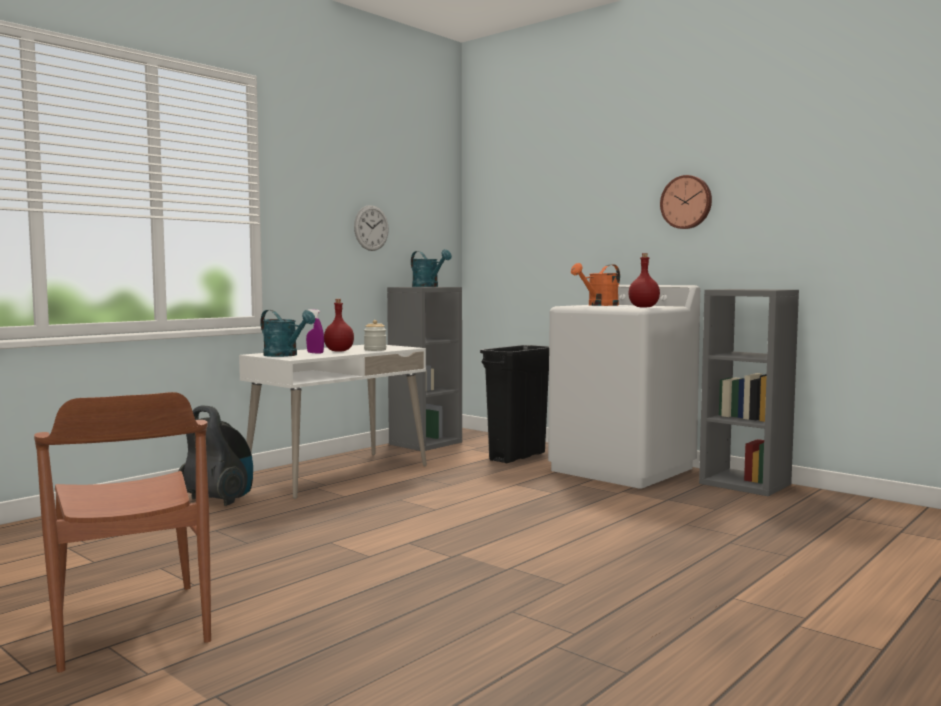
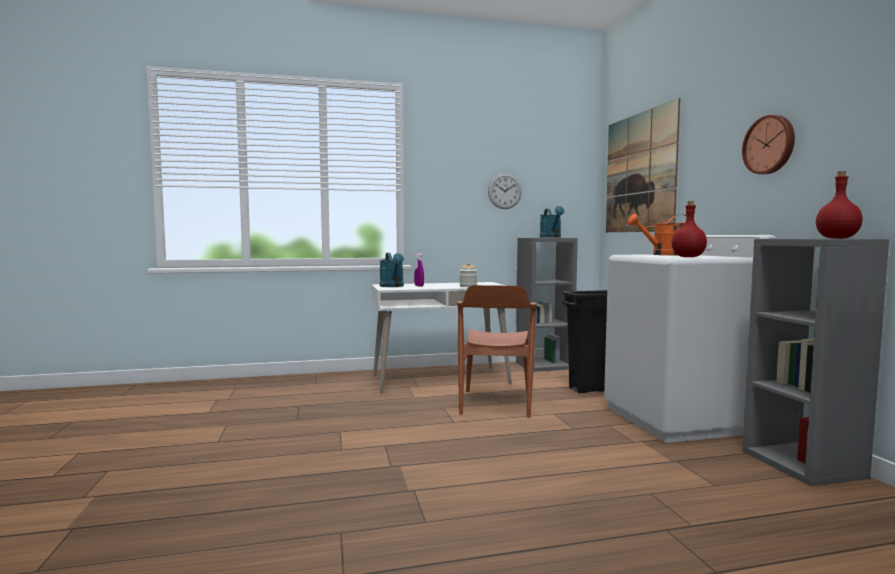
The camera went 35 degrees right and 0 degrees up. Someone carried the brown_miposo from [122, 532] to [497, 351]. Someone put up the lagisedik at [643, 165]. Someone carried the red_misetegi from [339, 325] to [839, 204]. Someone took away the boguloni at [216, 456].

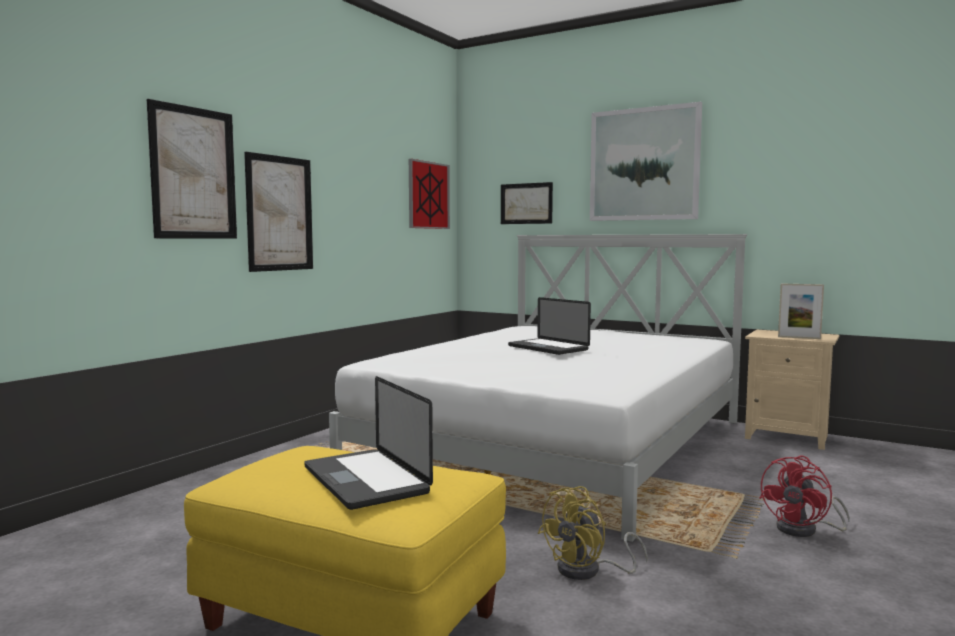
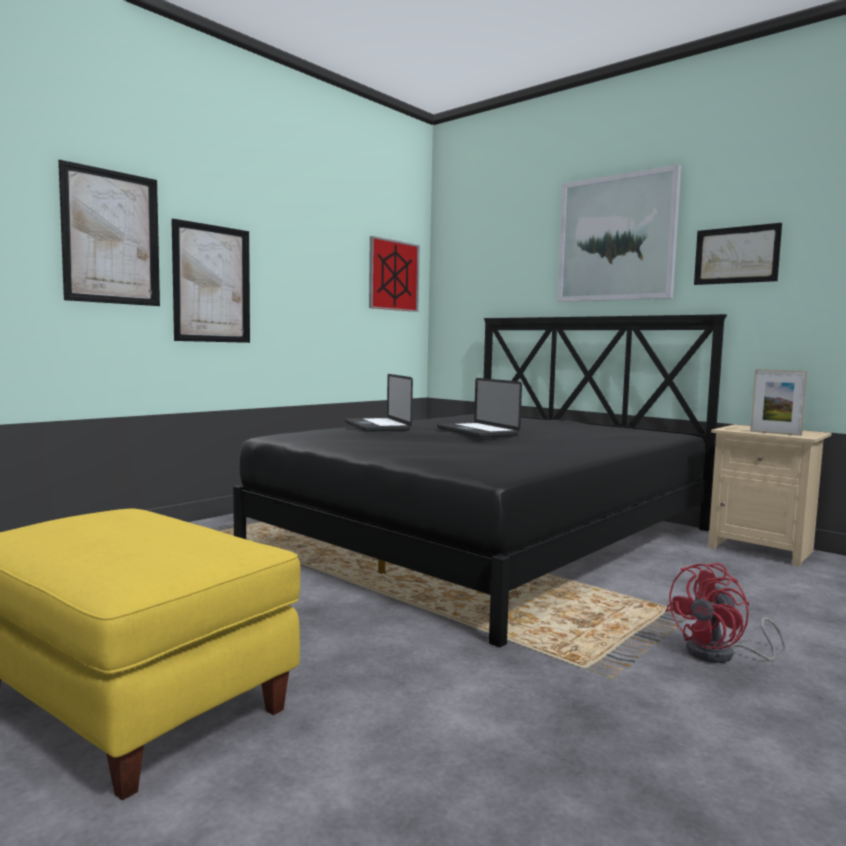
The camera went 10 degrees right and 0 degrees up. Someone repainted the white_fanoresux at [538, 388], which became the black_fanoresux at [480, 481]. Someone carried the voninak from [368, 443] to [379, 403]. Someone carried the lagisedik from [527, 203] to [738, 254]. Someone took away the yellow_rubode at [593, 533].

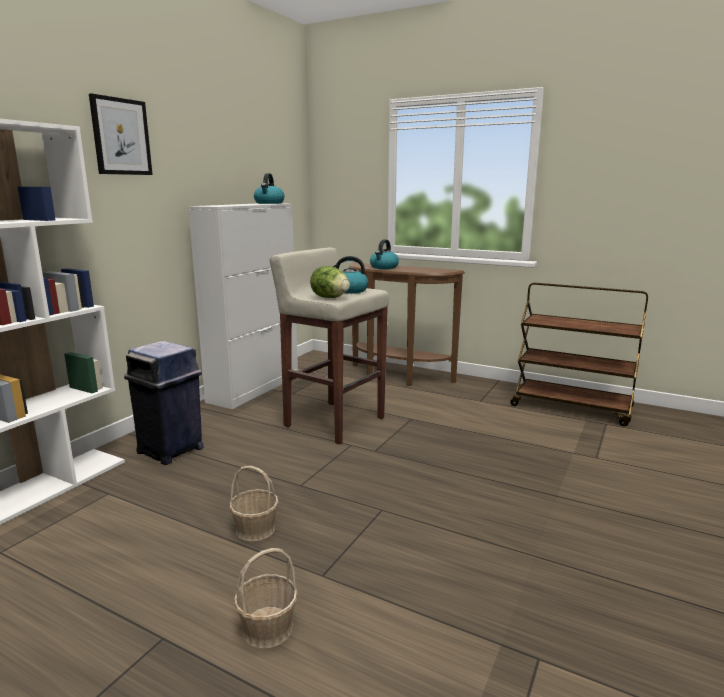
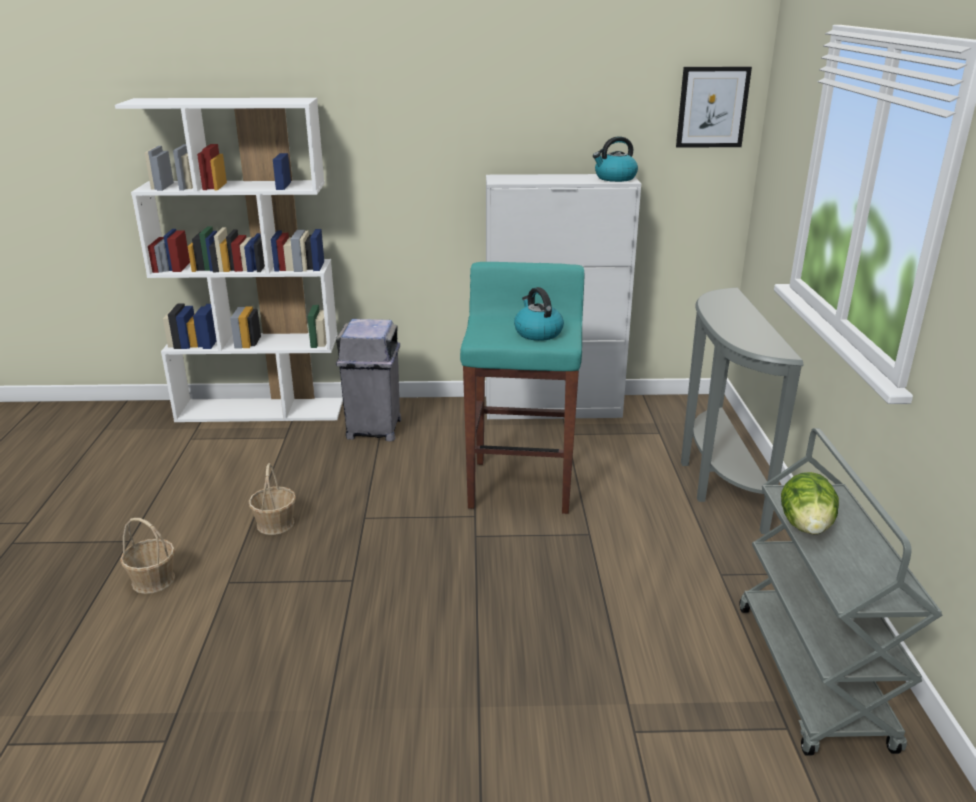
The camera went 60 degrees right and 10 degrees up. Someone repainted the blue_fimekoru at [164, 403], which became the grey_fimekoru at [368, 380]. Someone repainted the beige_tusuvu at [329, 346], which became the turquoise_tusuvu at [522, 388]. Someone carried the lagisedik from [121, 134] to [714, 107]. Someone repainted the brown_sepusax at [407, 324], which became the grey_sepusax at [742, 411]. Someone repainted the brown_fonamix at [579, 354], which became the grey_fonamix at [841, 592]. Someone carried the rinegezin from [330, 282] to [810, 503]. Someone took away the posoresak at [384, 254].

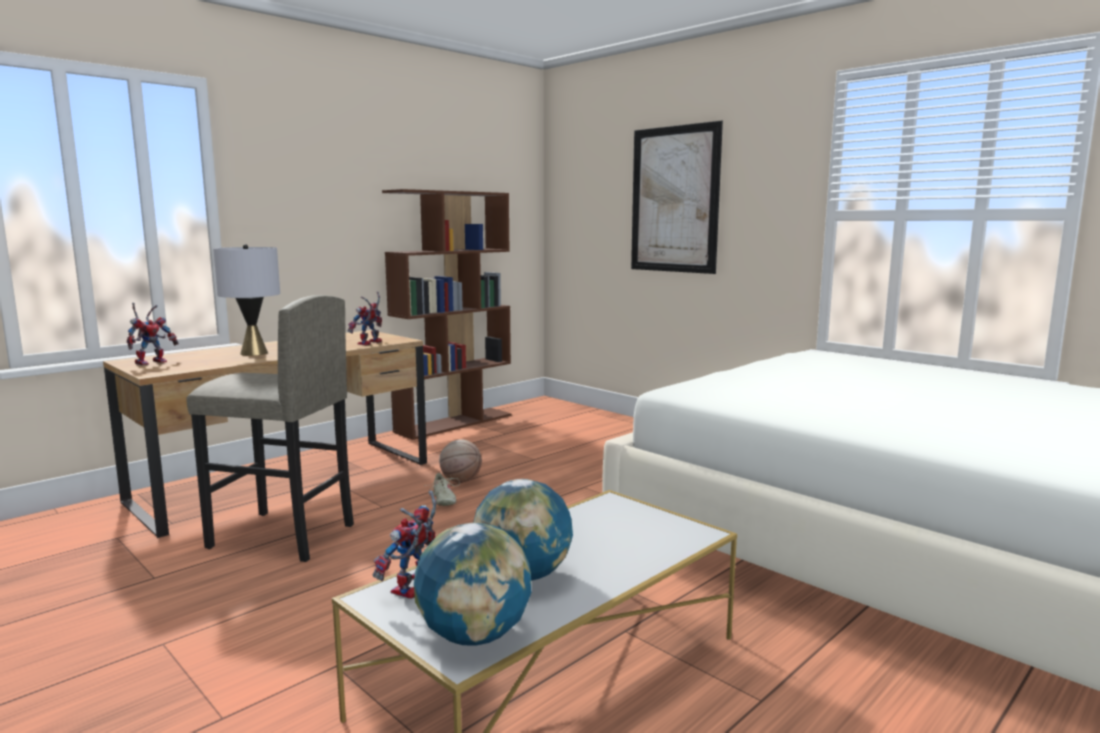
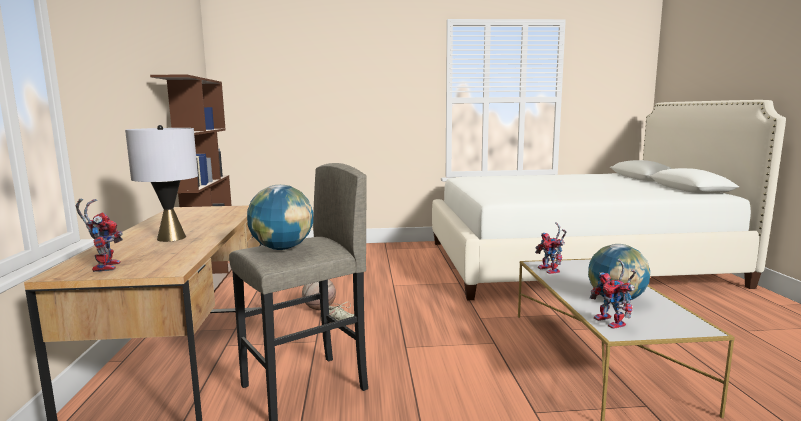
The camera went 50 degrees left and 0 degrees up. Someone carried the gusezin from [472, 584] to [280, 217]. Someone carried the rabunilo from [365, 318] to [550, 248]. Someone took away the lagisedik at [677, 197].

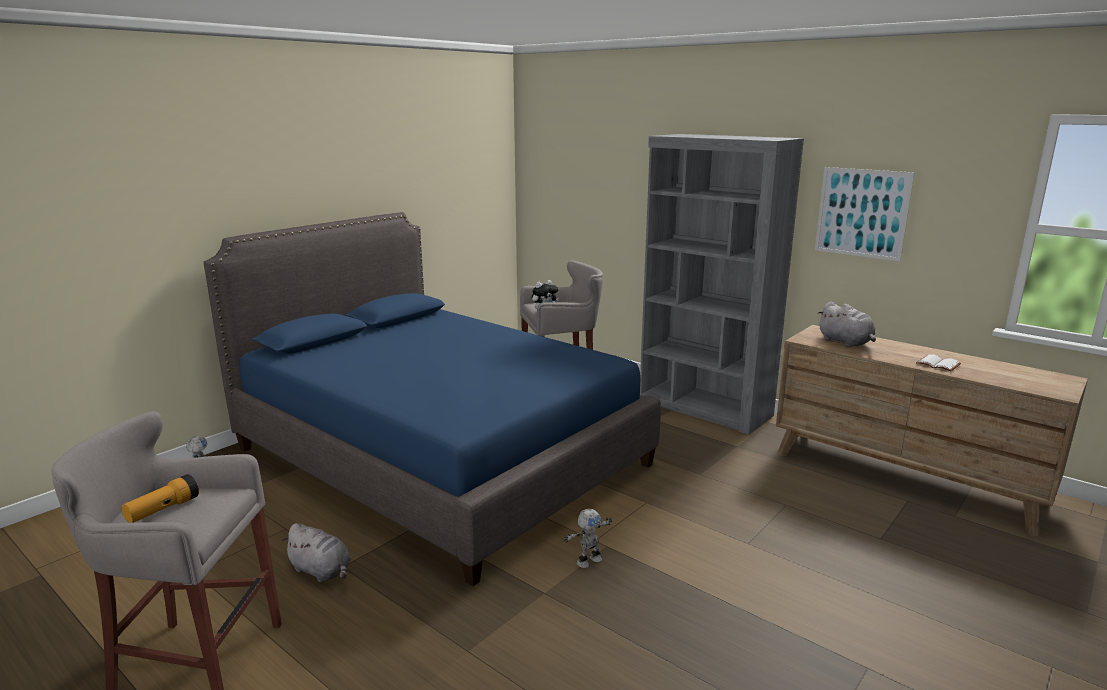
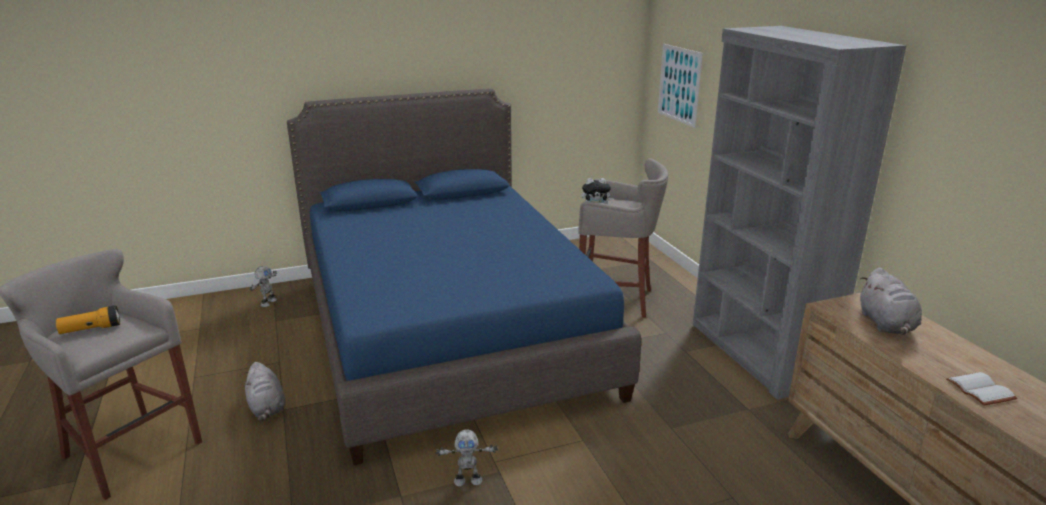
The camera went 30 degrees right and 5 degrees up. Someone carried the lagisedik from [865, 214] to [680, 86].

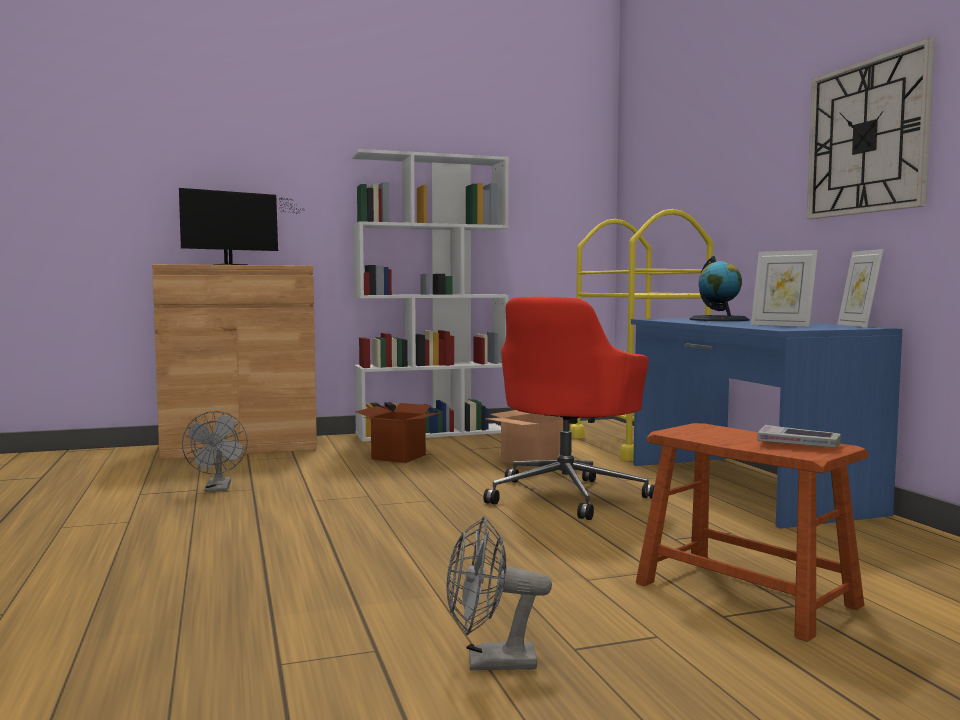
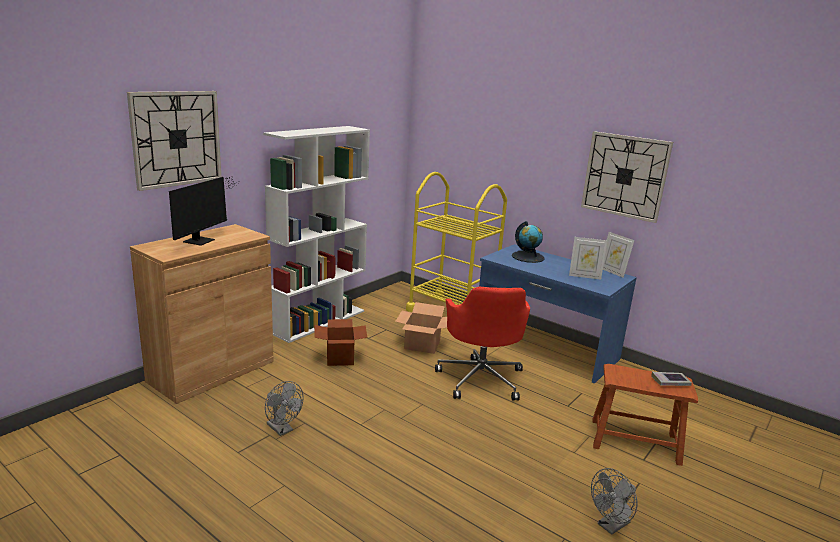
The camera went 35 degrees left and 15 degrees up. Someone put up the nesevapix at [174, 141].

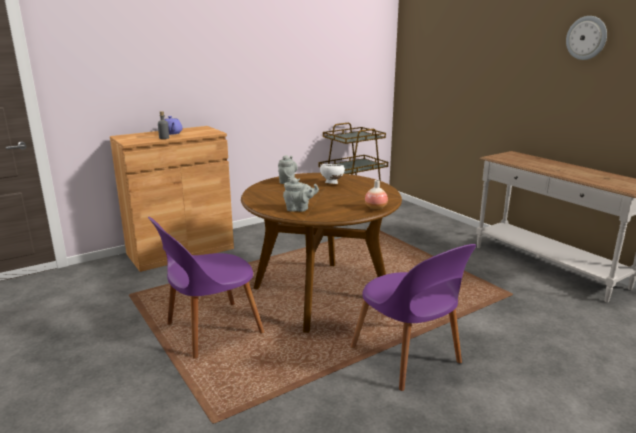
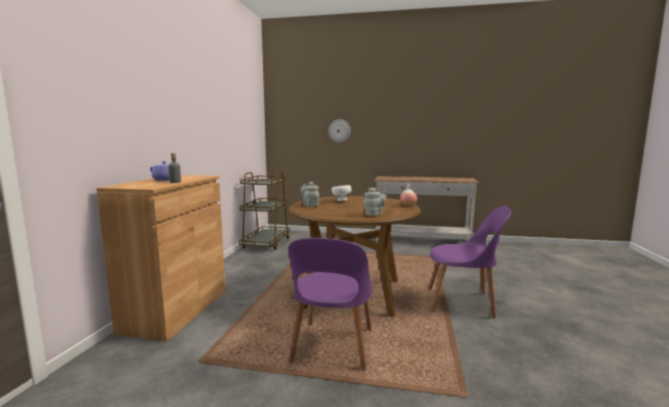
The camera went 45 degrees left and 10 degrees down. Someone carried the nesevapix from [586, 38] to [339, 131].

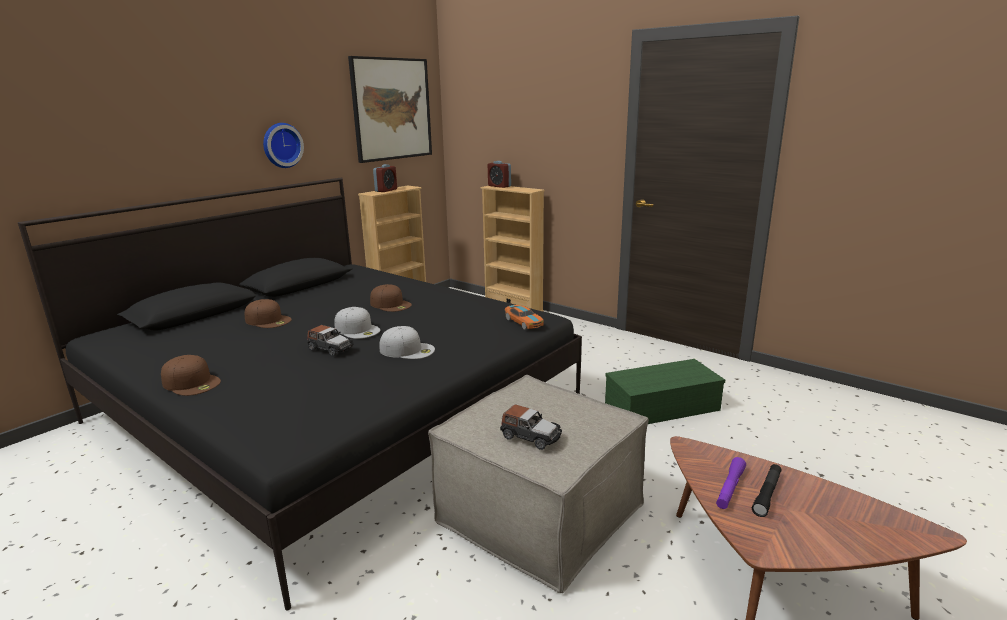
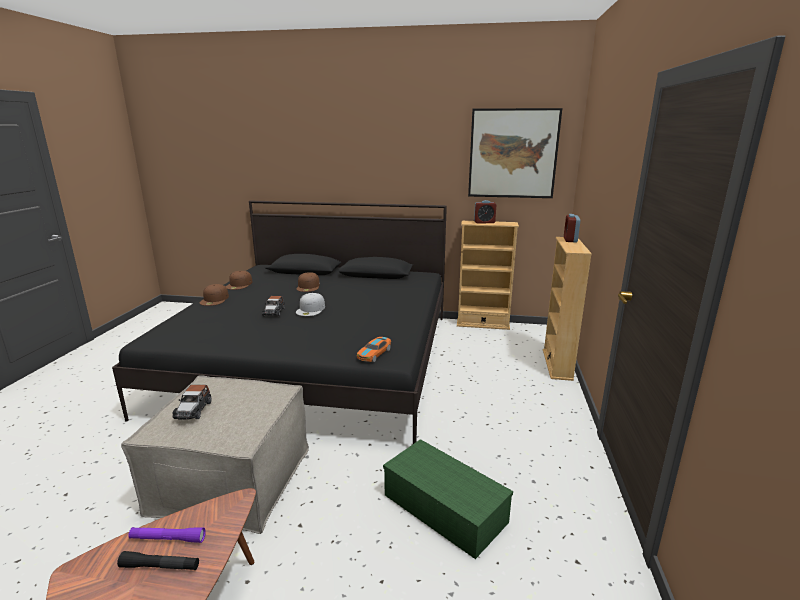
The camera went 60 degrees right and 0 degrees up. Someone carried the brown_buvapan from [391, 298] to [239, 280]. Someone took away the nesevapix at [283, 145]. Someone took away the white_buvapan at [407, 342].

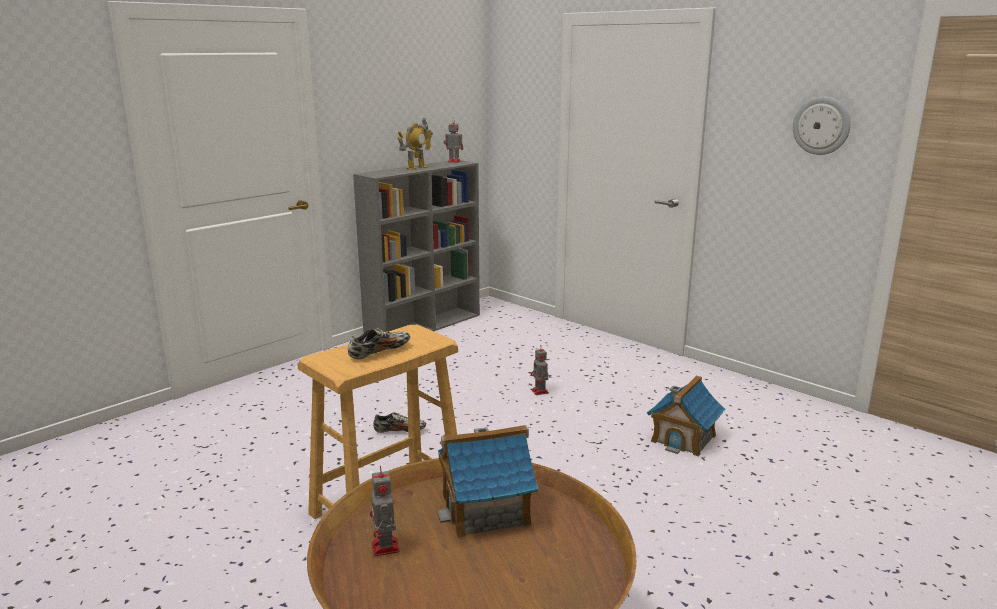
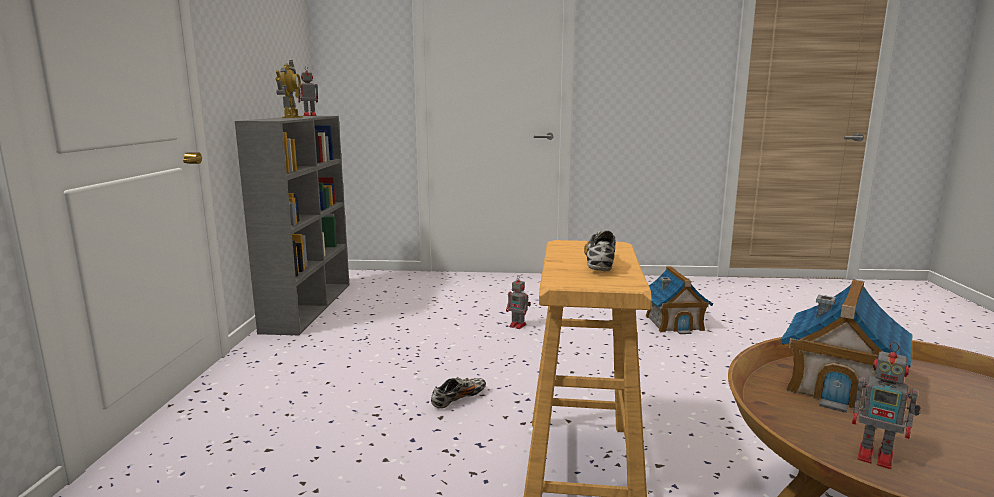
The camera went 40 degrees left and 5 degrees down. Someone took away the nesevapix at [822, 126].

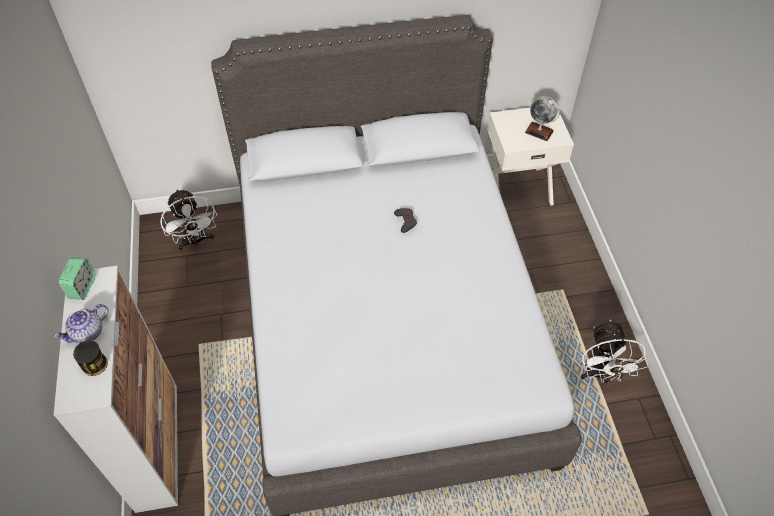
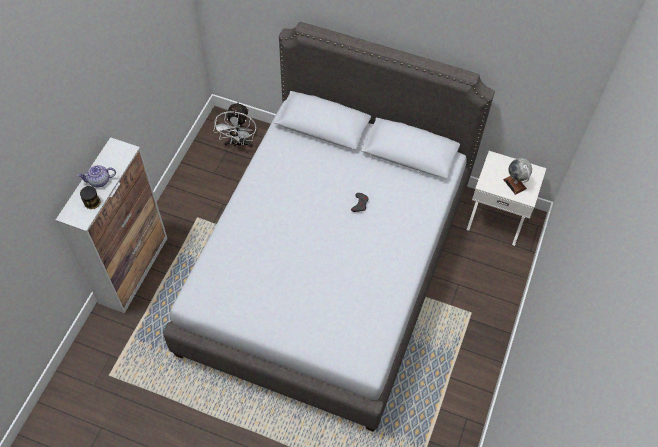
The camera went 30 degrees right and 5 degrees up. Someone took away the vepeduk at [77, 278]. Someone took away the white_rubode at [614, 351].

